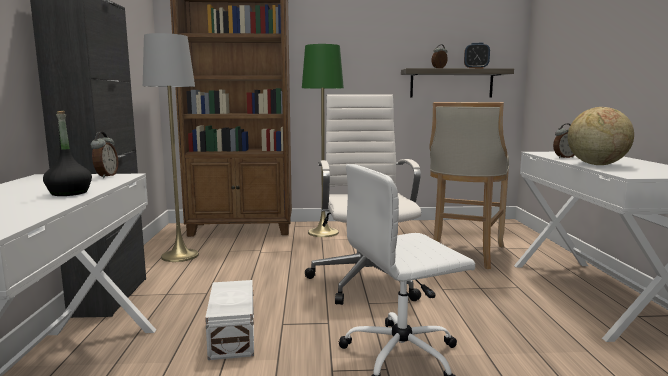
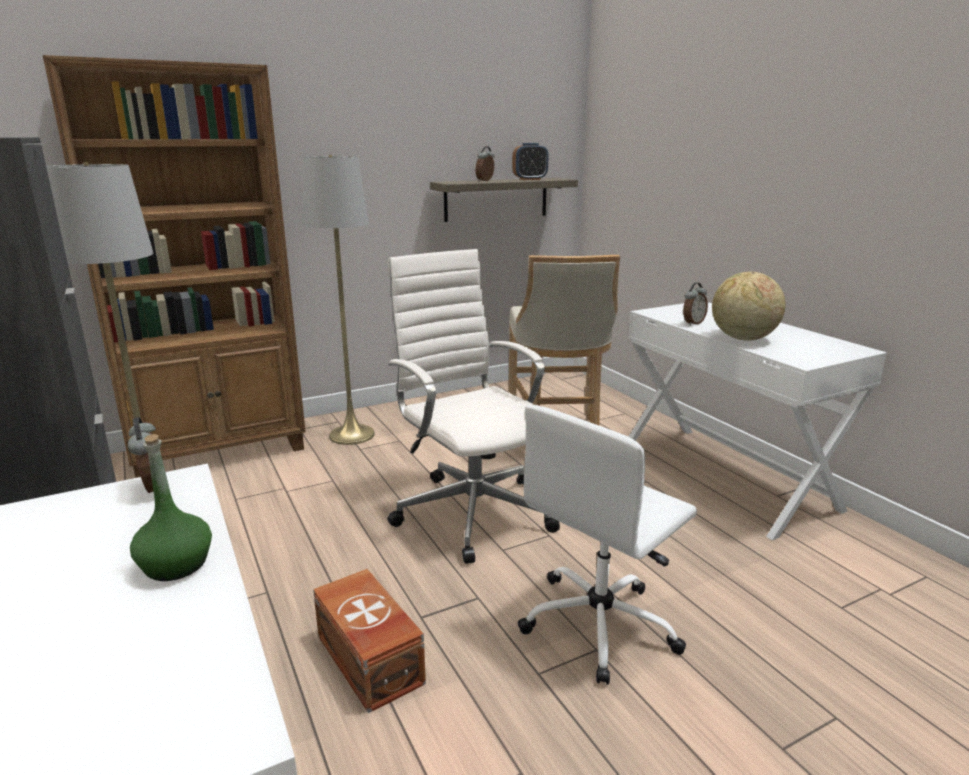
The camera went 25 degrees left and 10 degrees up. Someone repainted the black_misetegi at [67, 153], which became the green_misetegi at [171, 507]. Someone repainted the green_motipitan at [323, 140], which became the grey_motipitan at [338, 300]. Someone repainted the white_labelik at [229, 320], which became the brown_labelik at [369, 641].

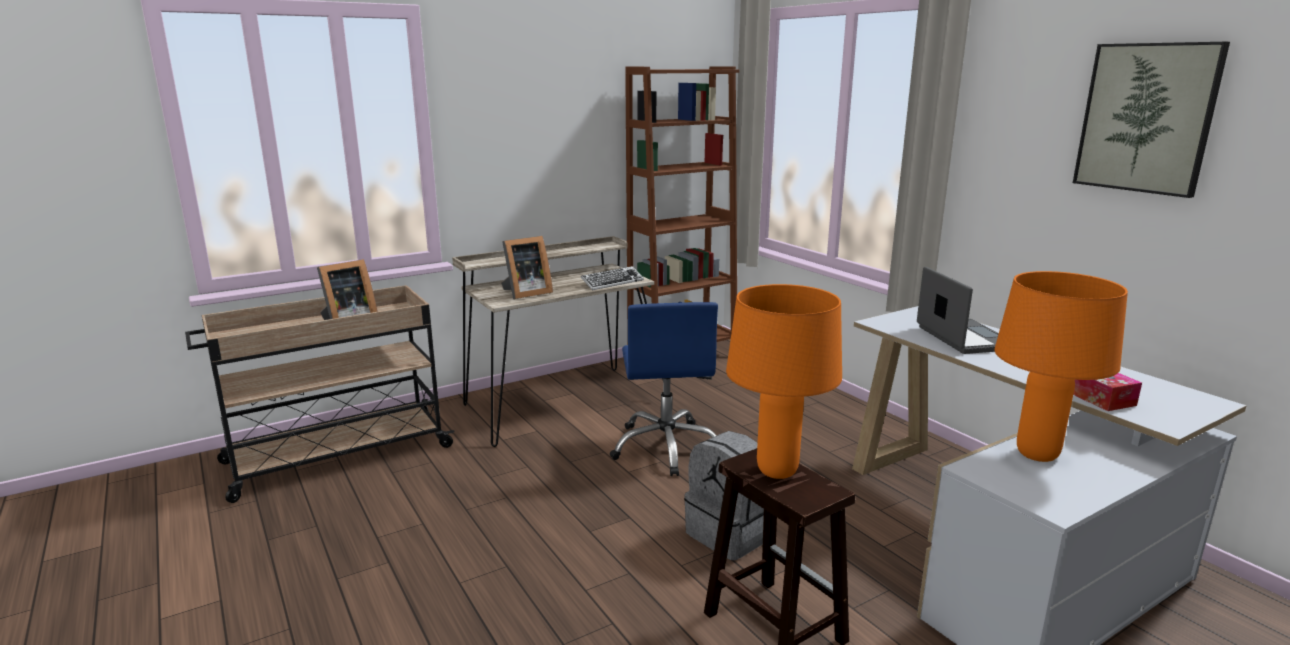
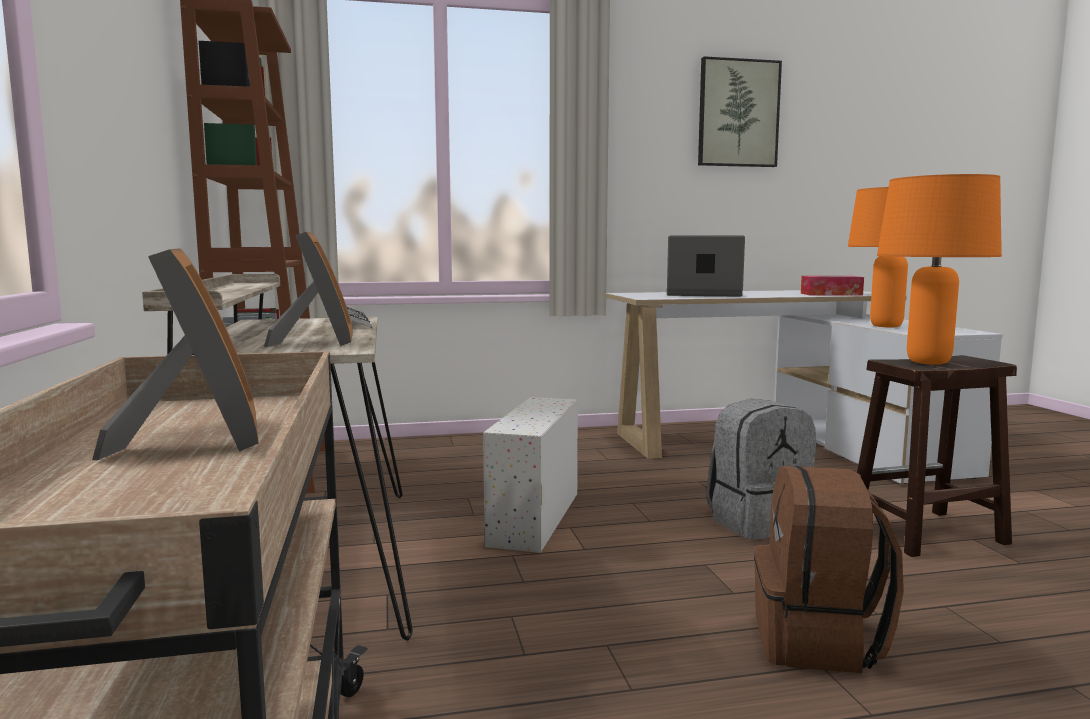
The camera went 70 degrees left and 10 degrees down. Someone swapped the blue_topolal at [664, 389] for the white_labelik at [530, 475]. Someone put down the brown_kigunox at [829, 569].

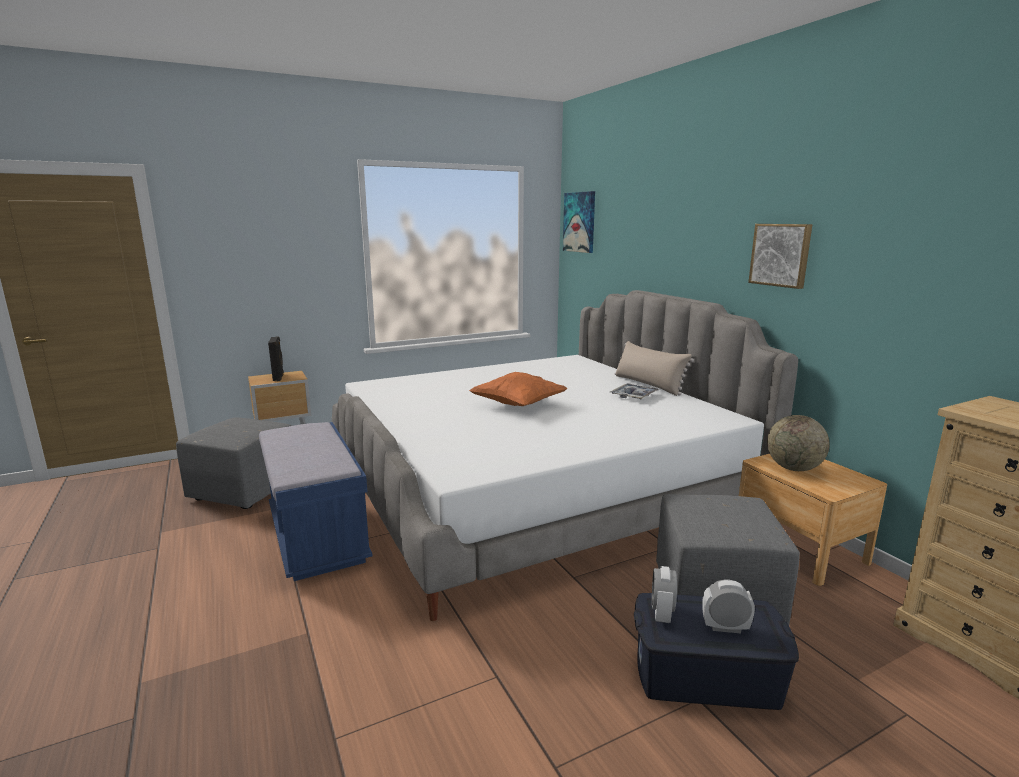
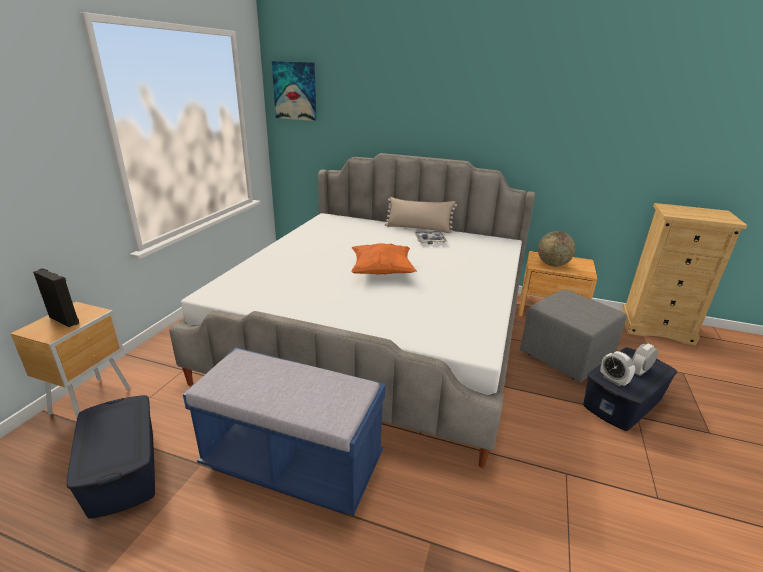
The camera went 45 degrees left and 10 degrees up. Someone swapped the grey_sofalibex at [233, 463] for the blue_labelik at [111, 457]. Someone took away the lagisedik at [780, 256].

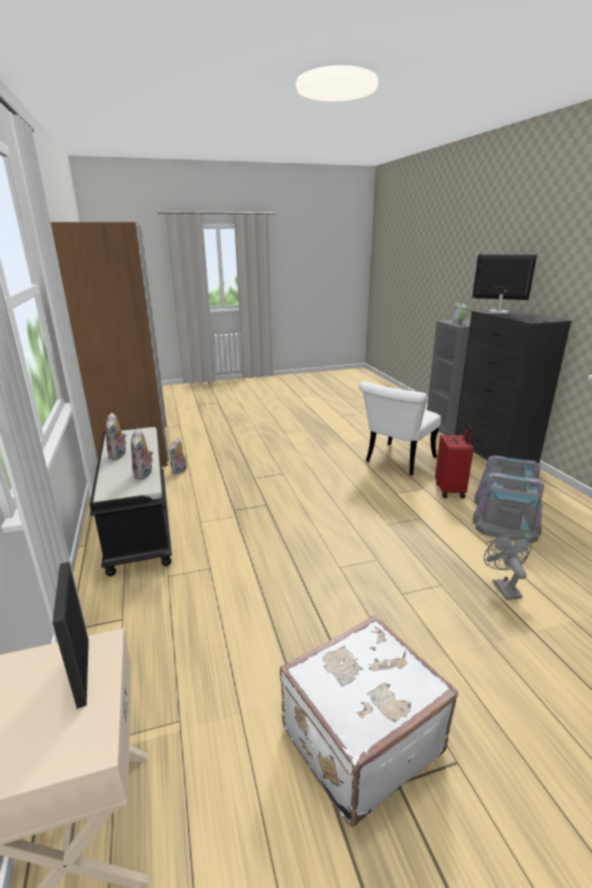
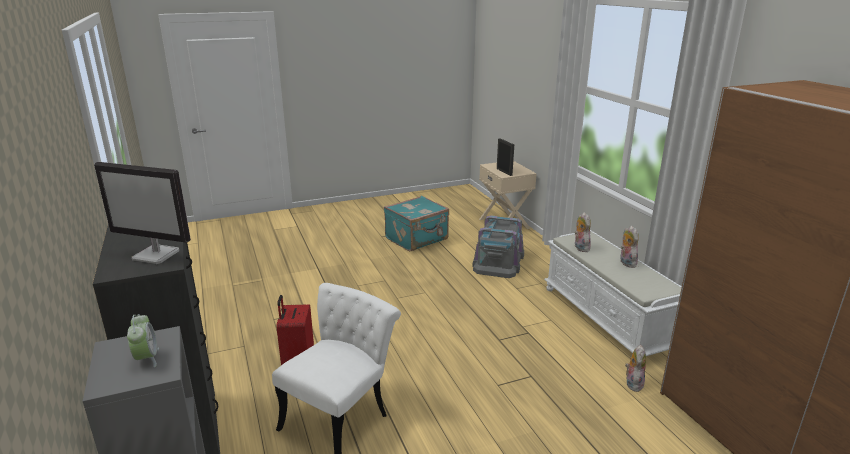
The camera went 175 degrees right and 0 degrees up. Someone repainted the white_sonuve at [369, 721], which became the turquoise_sonuve at [416, 223]. Someone carried the grey_labelik from [508, 499] to [498, 246]. Someone repainted the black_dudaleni at [130, 501], which became the white_dudaleni at [613, 293]. Someone took away the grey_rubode at [508, 567].

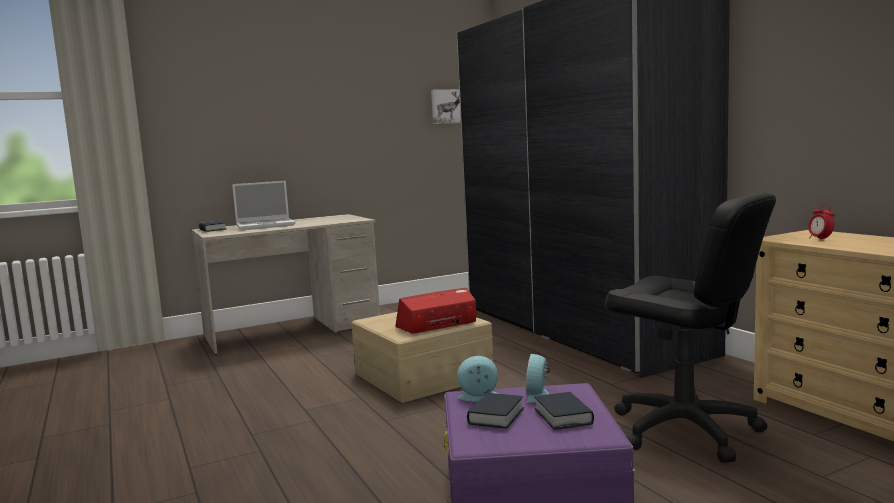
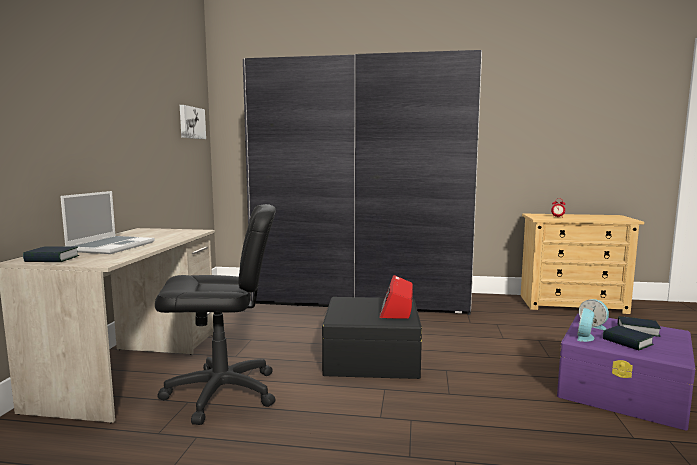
The camera went 55 degrees left and 0 degrees up. Someone carried the black_topolal from [690, 328] to [215, 314]. Someone repainted the beige_labelik at [422, 357], which became the black_labelik at [372, 338].

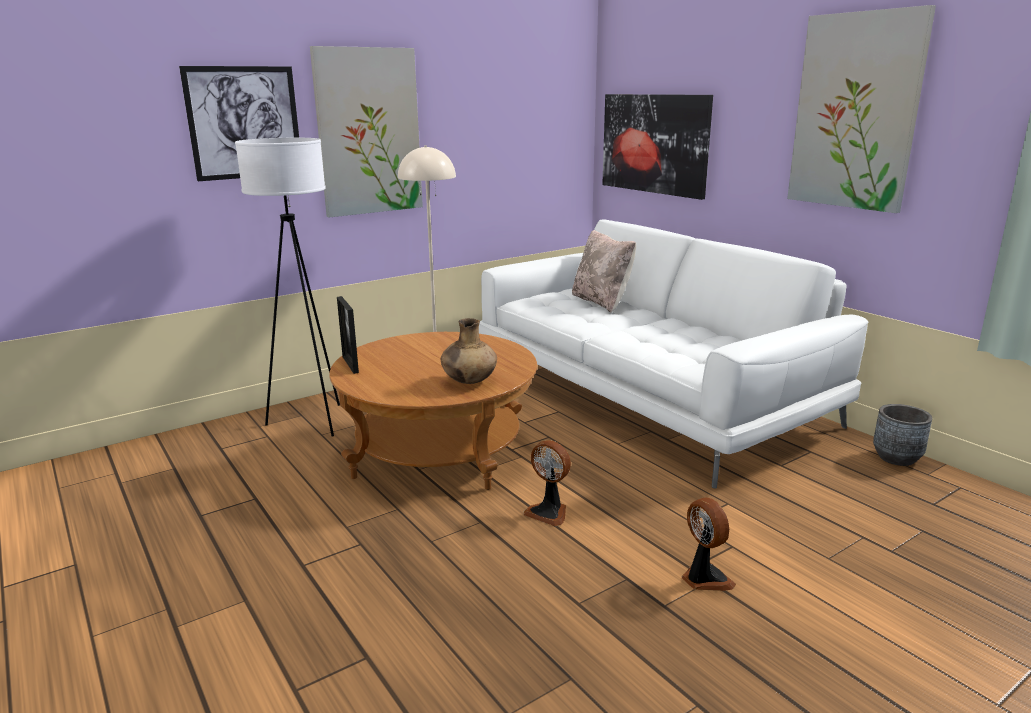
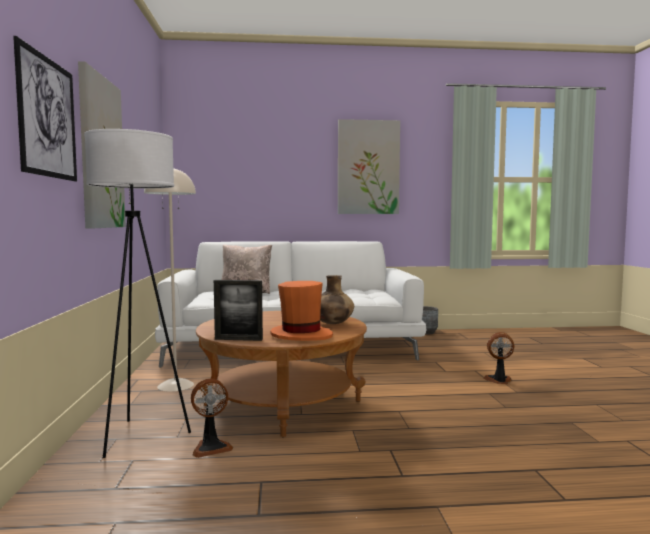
The camera went 60 degrees left and 15 degrees down. Someone carried the rubode from [547, 483] to [212, 418]. Someone put down the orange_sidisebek at [301, 311]. Someone took away the lagisedik at [657, 147].

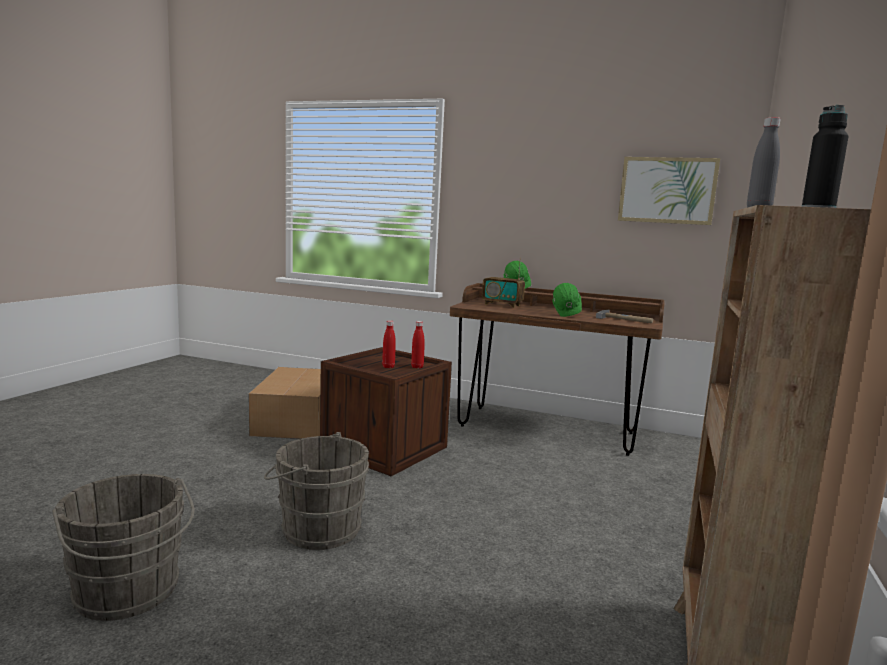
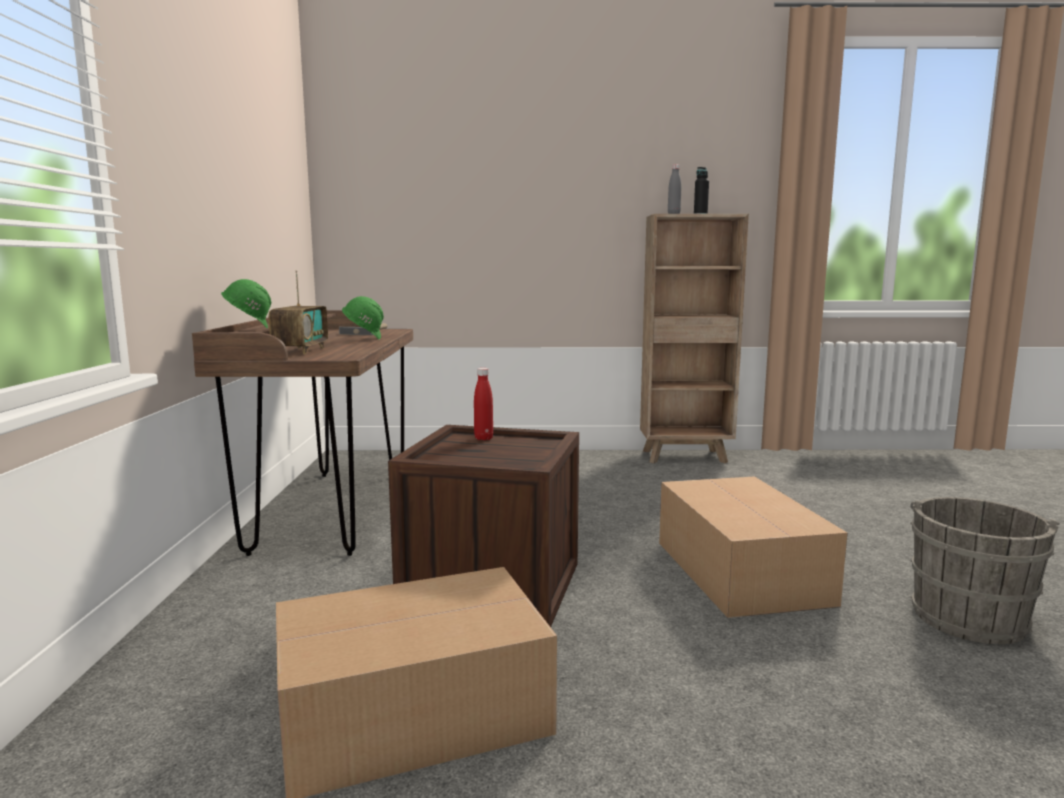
The camera went 110 degrees left and 0 degrees up. Someone swapped the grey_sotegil at [316, 491] for the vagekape at [753, 547]. Someone took away the red_misetegi at [389, 344]. Someone took away the lagisedik at [669, 191].

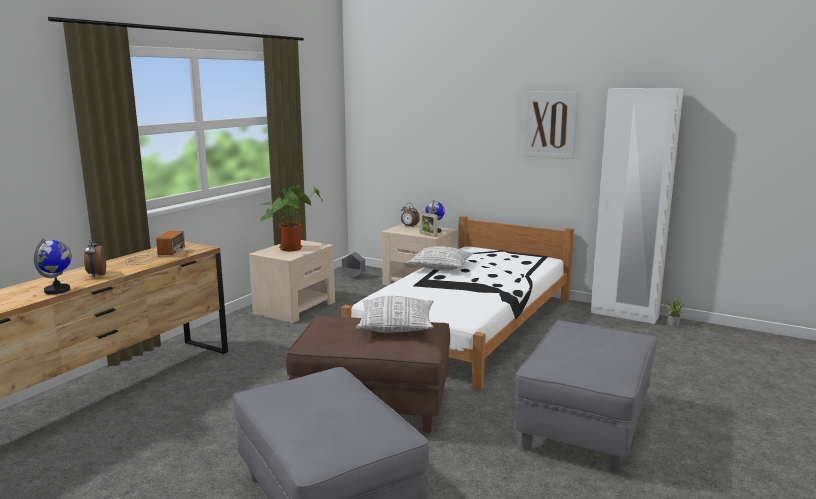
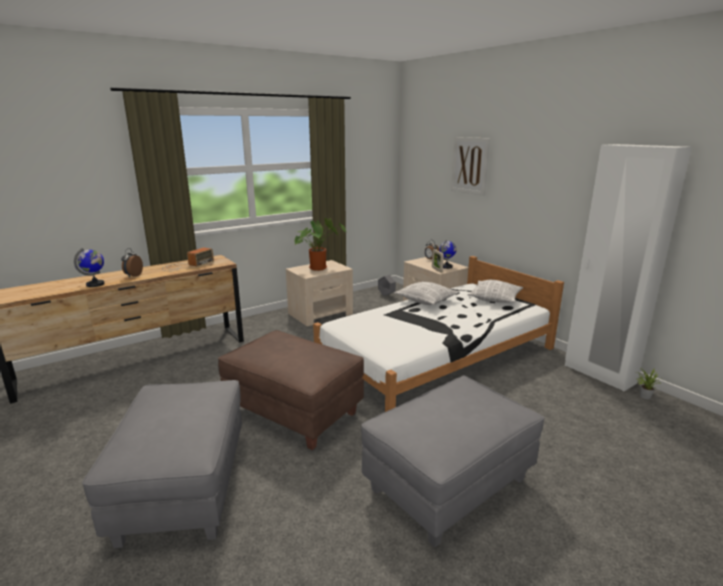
The camera went 25 degrees right and 5 degrees up. Someone carried the lagisedik from [550, 125] to [470, 166]. Someone carried the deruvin from [395, 314] to [495, 291].

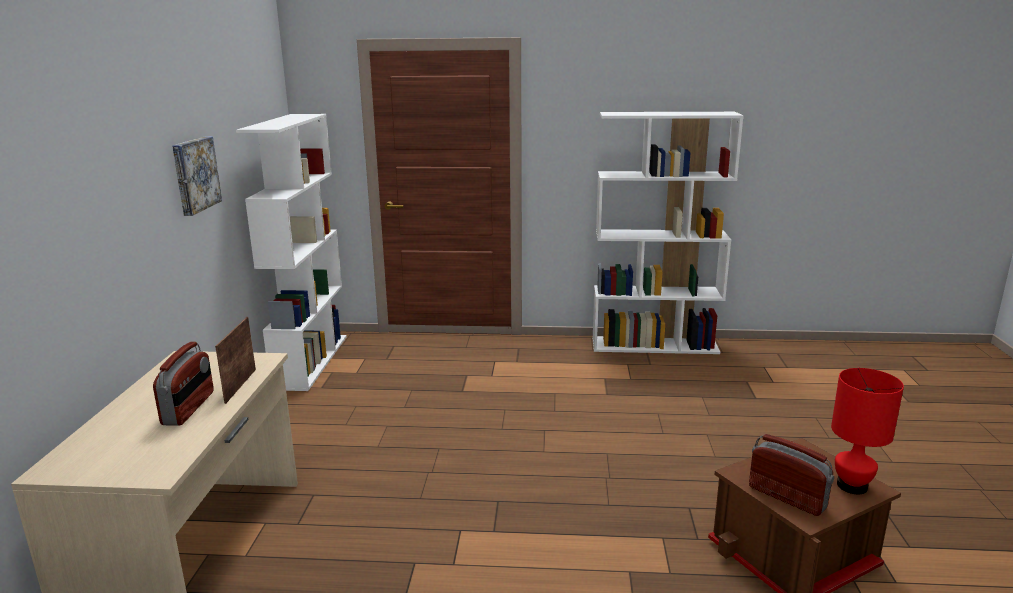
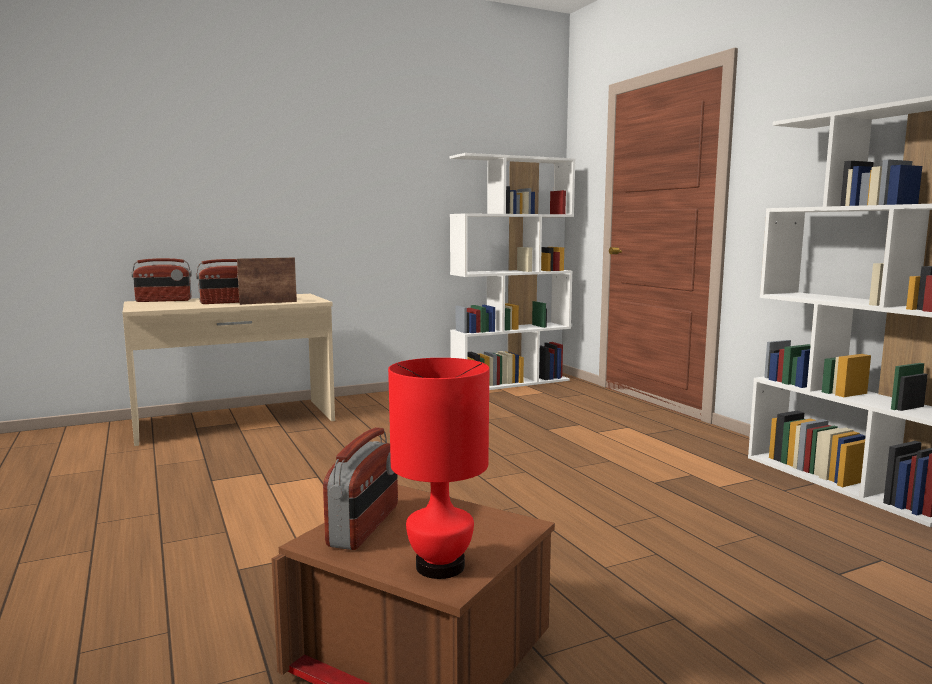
The camera went 60 degrees right and 10 degrees down. Someone put down the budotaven at [161, 280]. Someone took away the lagisedik at [197, 176].

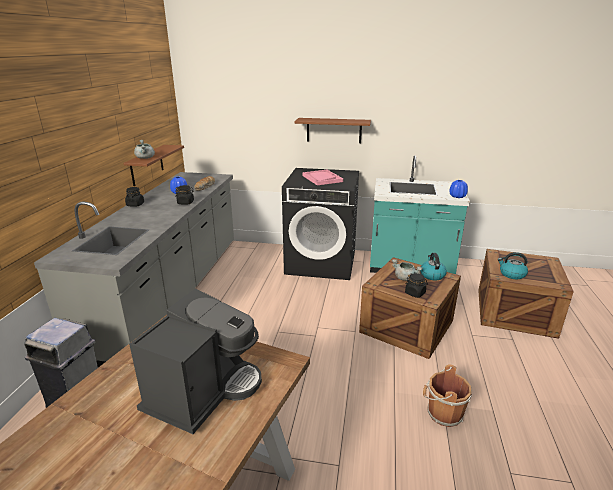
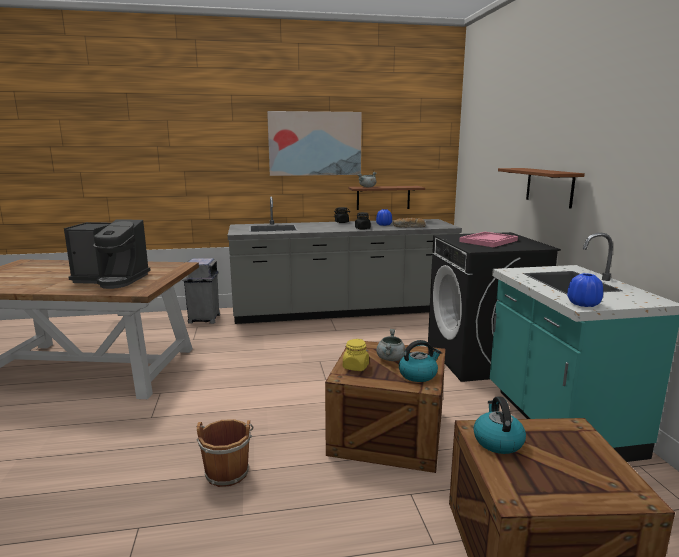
The camera went 70 degrees right and 10 degrees down. Someone put up the lagisedik at [314, 143]. Someone repainted the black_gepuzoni at [416, 285], which became the yellow_gepuzoni at [356, 355].

